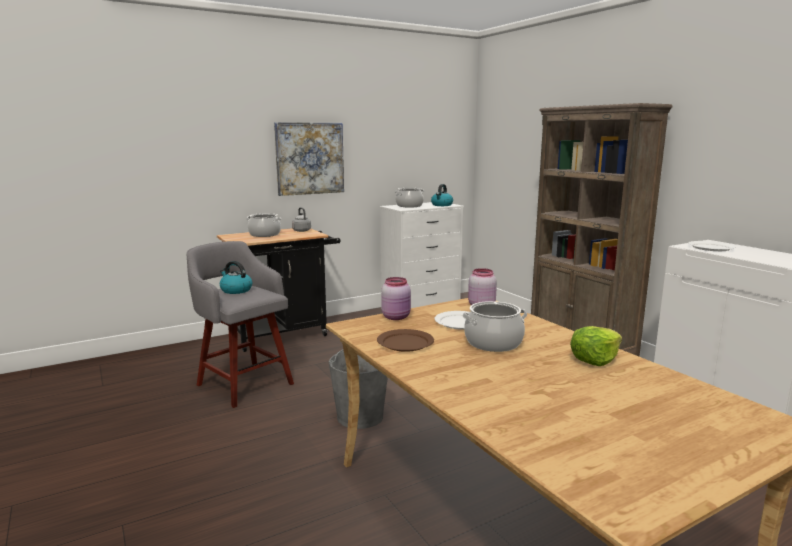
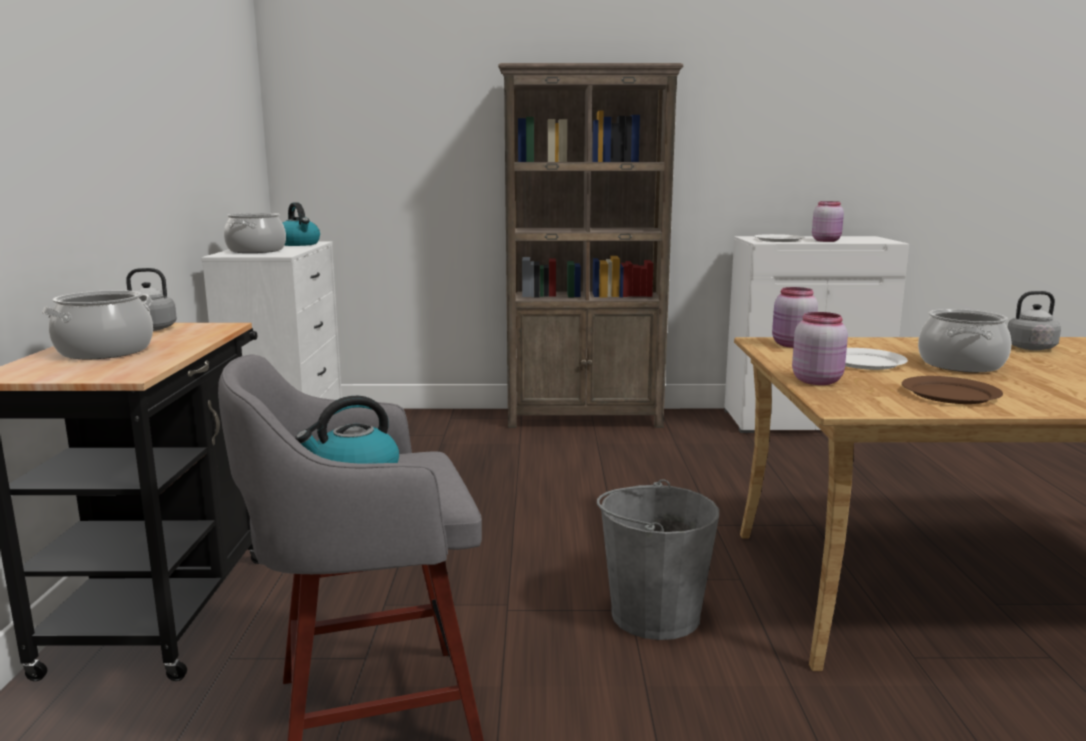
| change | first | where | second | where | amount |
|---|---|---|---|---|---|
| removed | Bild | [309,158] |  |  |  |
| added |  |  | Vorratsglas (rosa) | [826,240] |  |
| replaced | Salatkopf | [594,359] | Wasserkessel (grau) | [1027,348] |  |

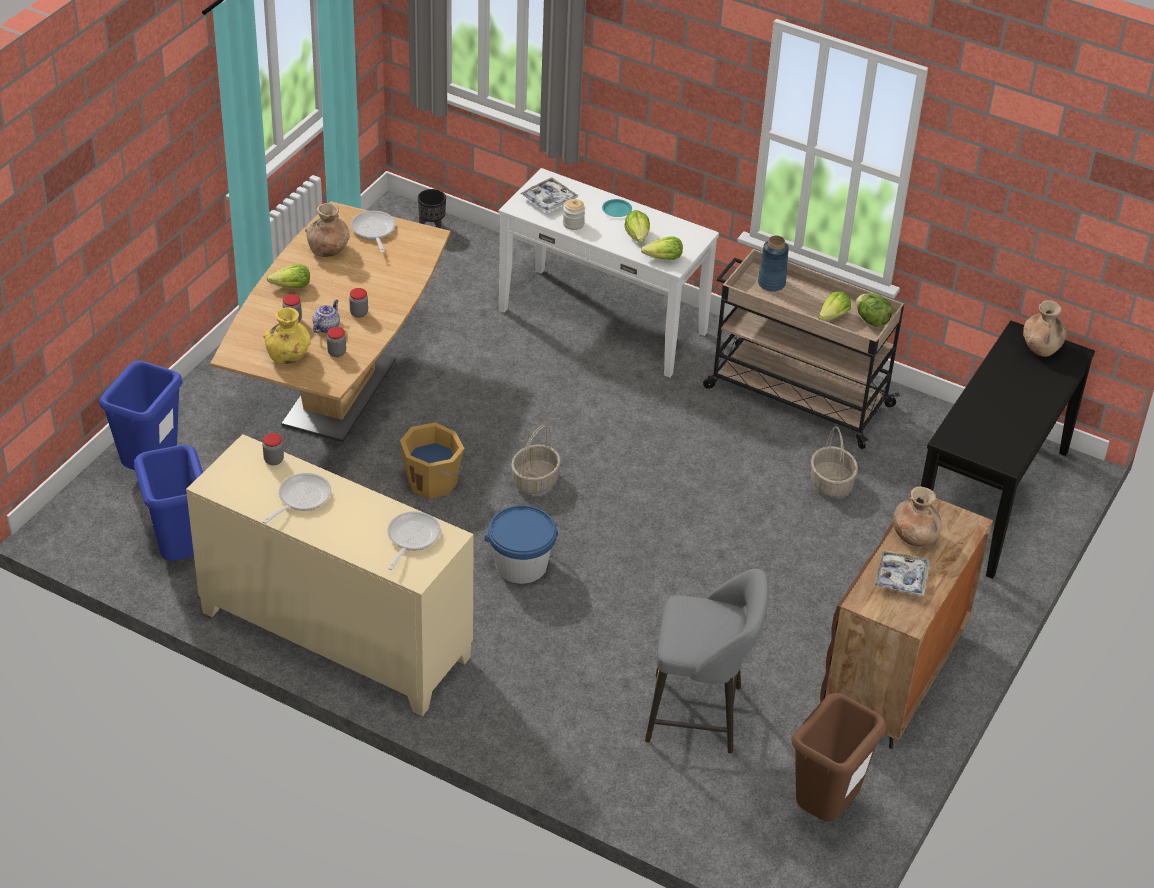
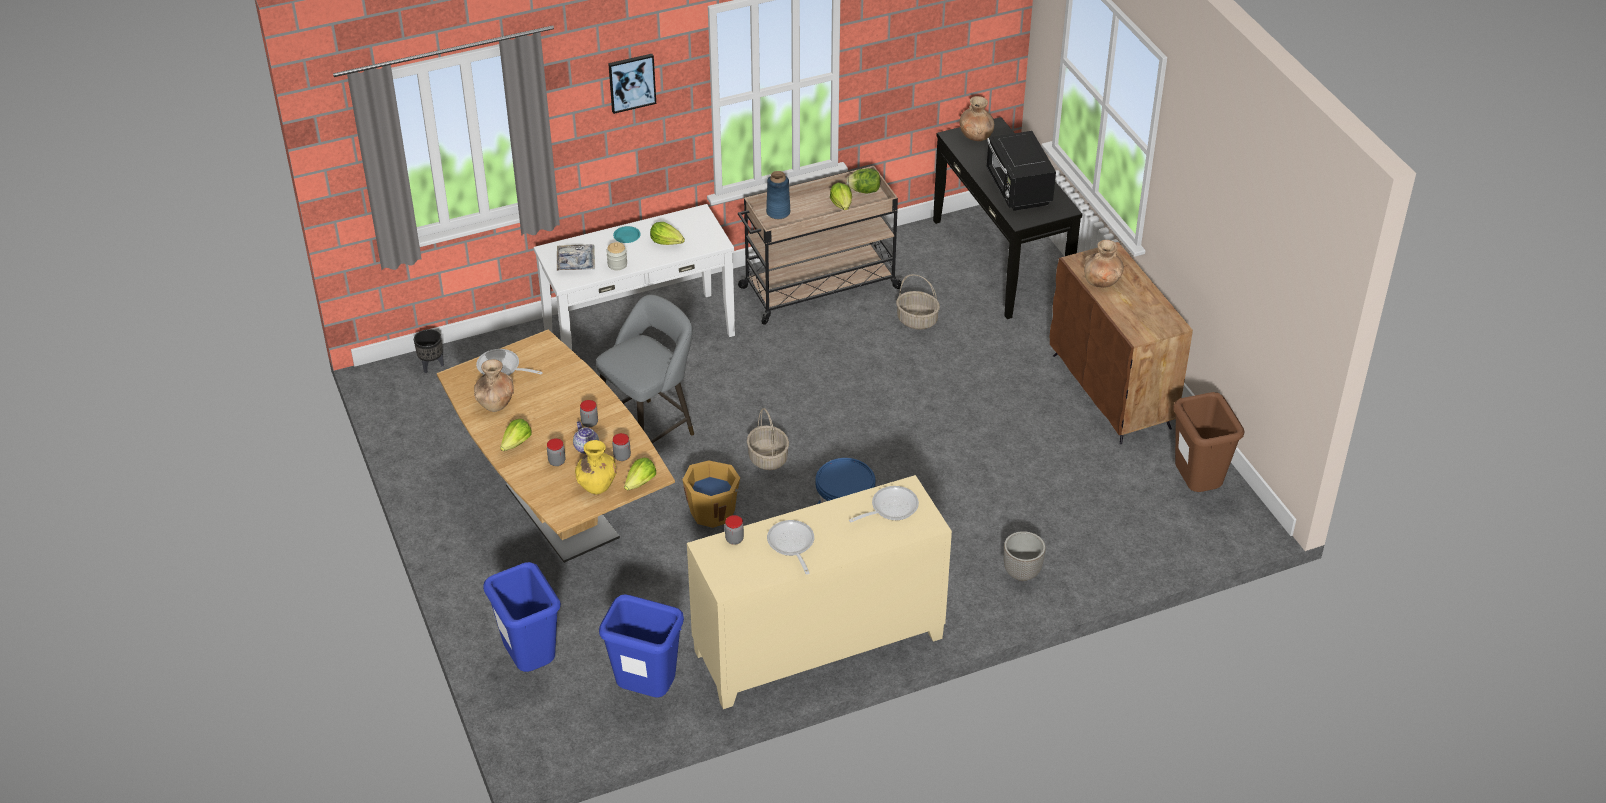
| change | first | where | second | where | amount |
|---|---|---|---|---|---|
| removed | Tablett | [901,578] |  |  |  |
| added |  |  | Bild | [631,82] |  |
| added |  |  | Mikrowelle (schwarz) | [1018,190] |  |
| added |  |  | Pflanzkübel | [1021,573] |  |
| moved | Salatkopf | [663,258] |  | [640,483] |  |
| moved | Hocker (grau) | [700,715] |  | [650,430] |  |
| turned | Pfanne | [411,538] |  | [890,508] | 90 degrees clockwise |

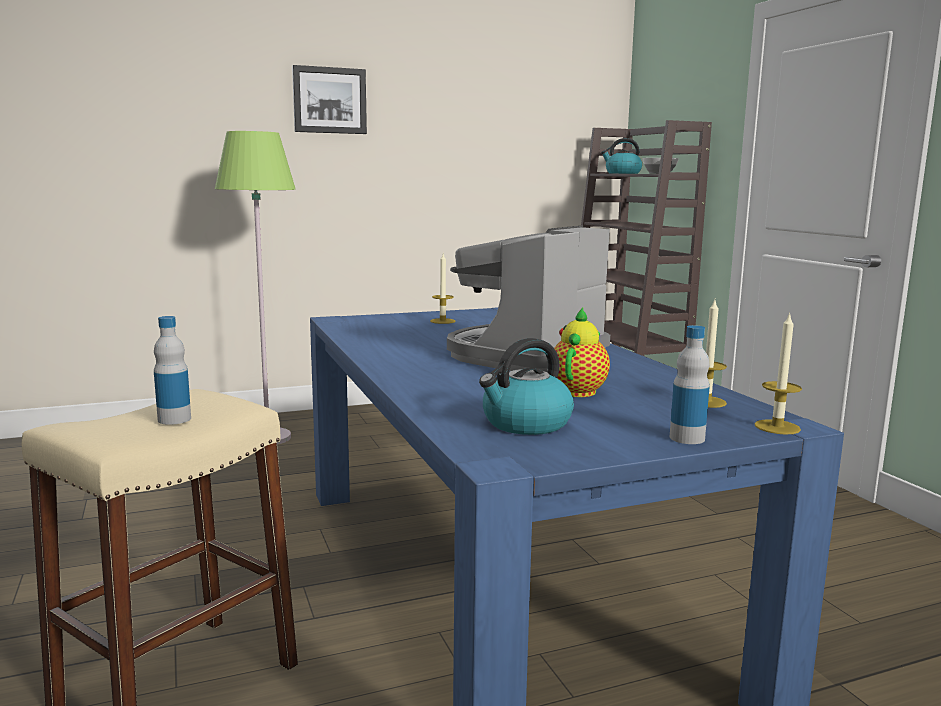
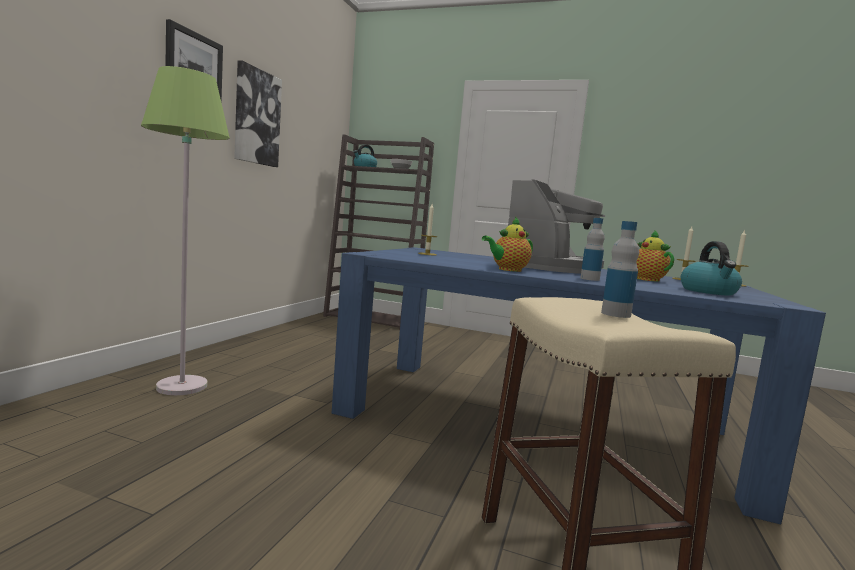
| change | first | where | second | where | amount |
|---|---|---|---|---|---|
| added |  |  | Bild | [256,117] |  |
| added |  |  | Teekanne | [507,270] |  |
| moved | Flasche | [687,438] |  | [589,279] |  |
| turned | Kaffeemaschine | [524,355] |  | [551,267] | 135 degrees counterclockwise |

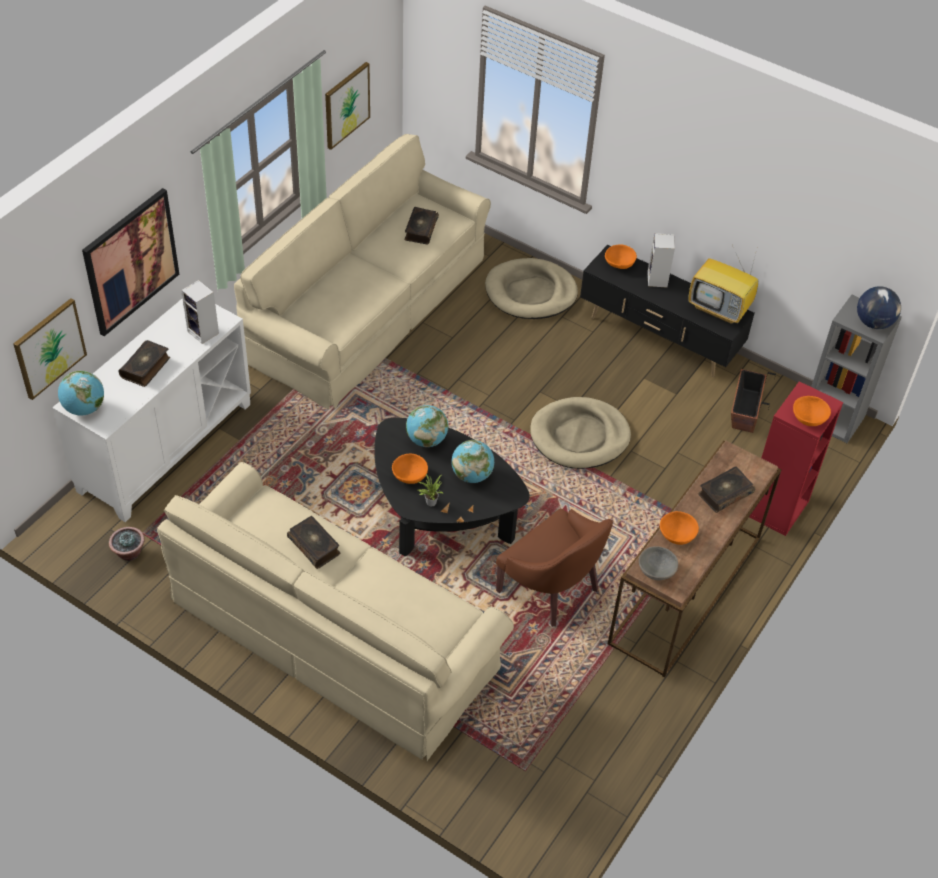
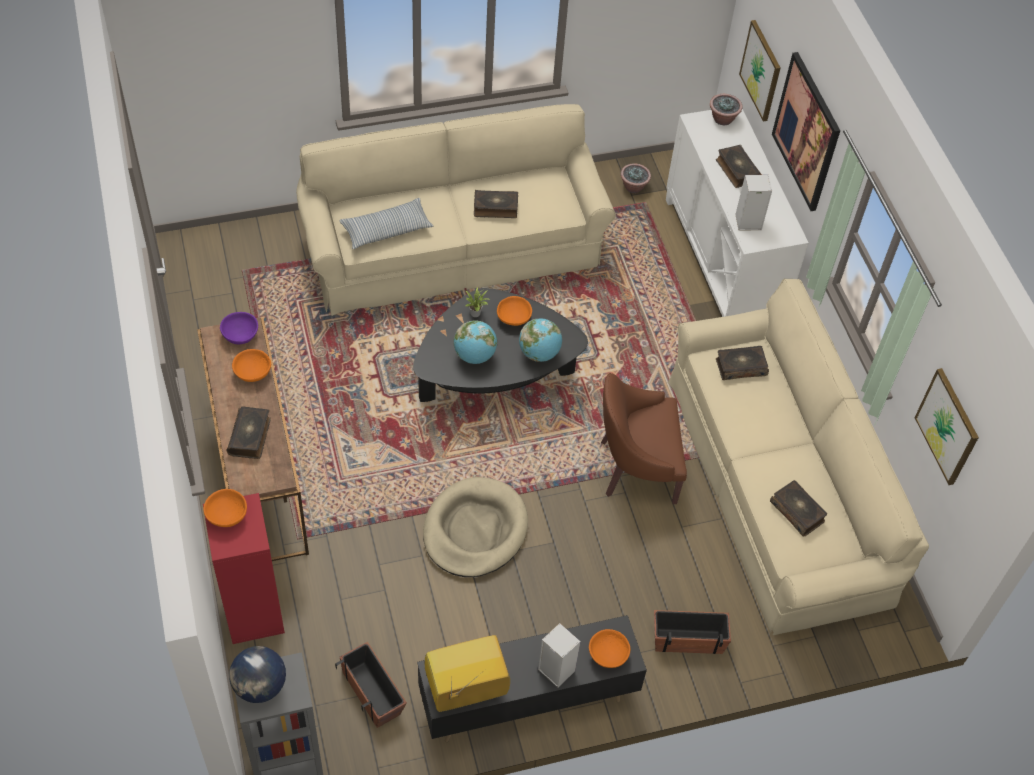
| change | first | where | second | where | amount |
|---|---|---|---|---|---|
| added |  |  | Kissen | [386,230] |  |
| added |  |  | Buch | [740,367] |  |
| moved | Sessel (braun) | [552,588] |  | [636,467] |  |
| replaced | Globus | [84,408] | Topfpflanze | [722,119] |  |
| replaced | Hundebett (beige) | [530,292] | Pflanzkübel | [688,639] |  |
| recoloured | Schüssel (grau) | [657,570] | Schüssel (lila) | [240,335] |  |

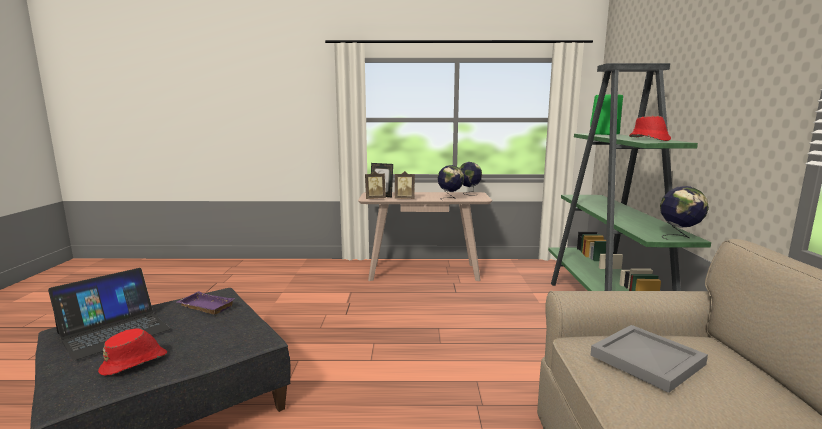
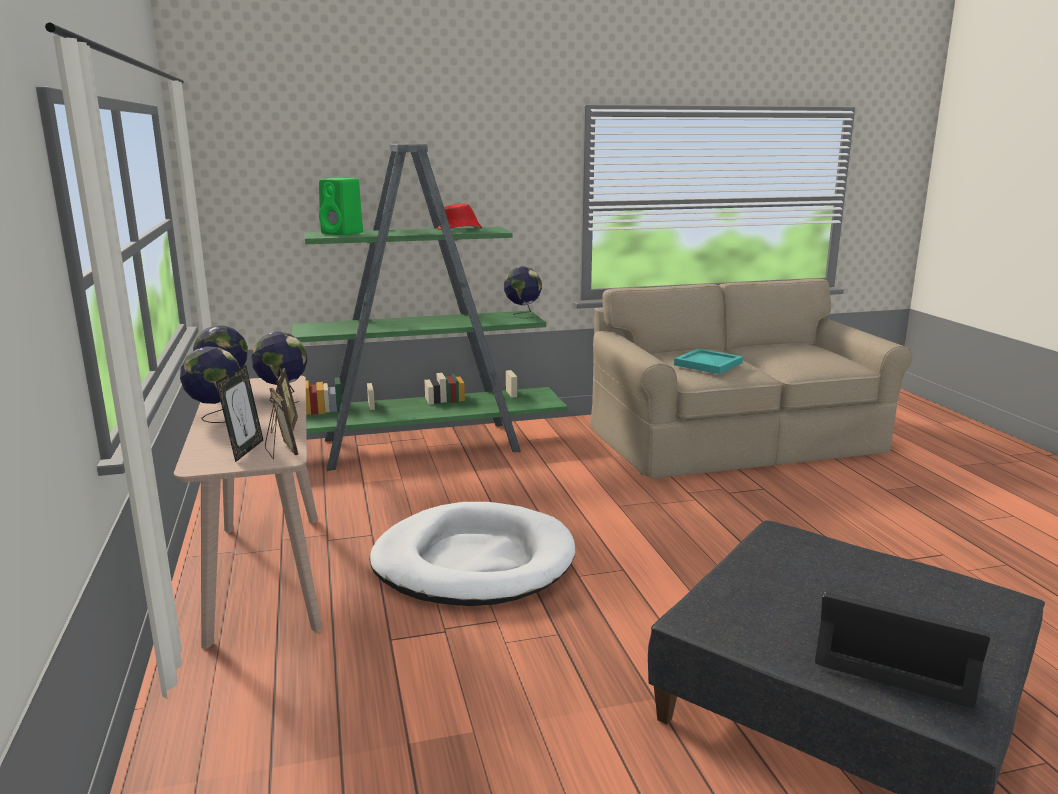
| change | first | where | second | where | amount |
|---|---|---|---|---|---|
| removed | Hut (rot) | [135,363] |  |  |  |
| removed | Tablett (lila) | [204,307] |  |  |  |
| added |  |  | Globus | [216,417] |  |
| added |  |  | Hundebett (weiß) | [473,562] |  |
| recoloured | Tablett (grau) | [646,359] | Tablett (türkis) | [707,364] |  |

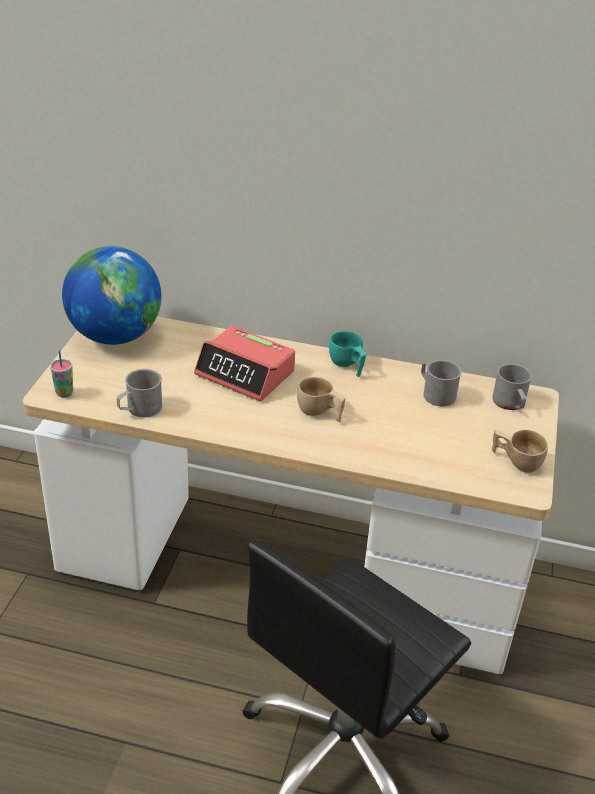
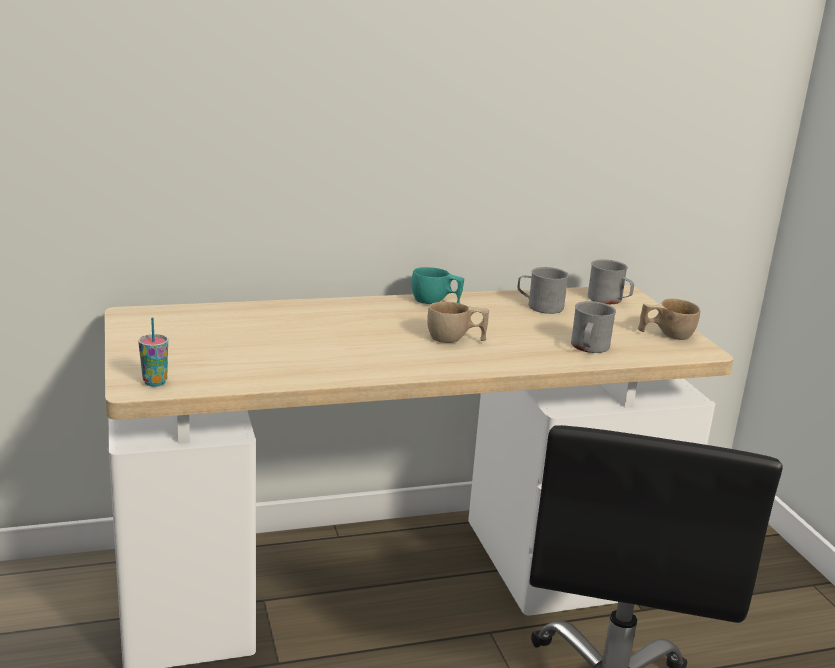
| change | first | where | second | where | amount |
|---|---|---|---|---|---|
| removed | Globus | [115,336] |  |  |  |
| removed | Wecker | [245,373] |  |  |  |
| moved | Henkelbecher (grau) | [139,409] |  | [588,348] |  |

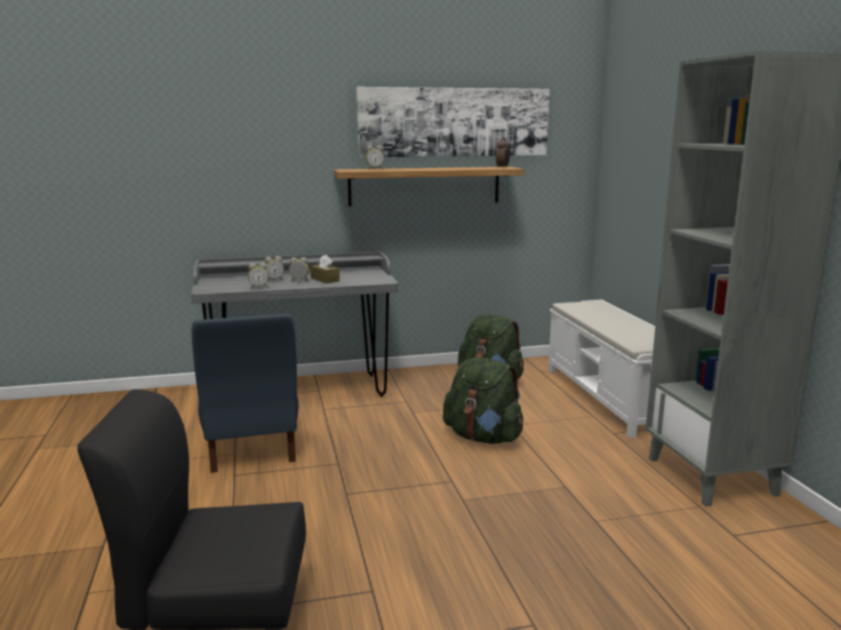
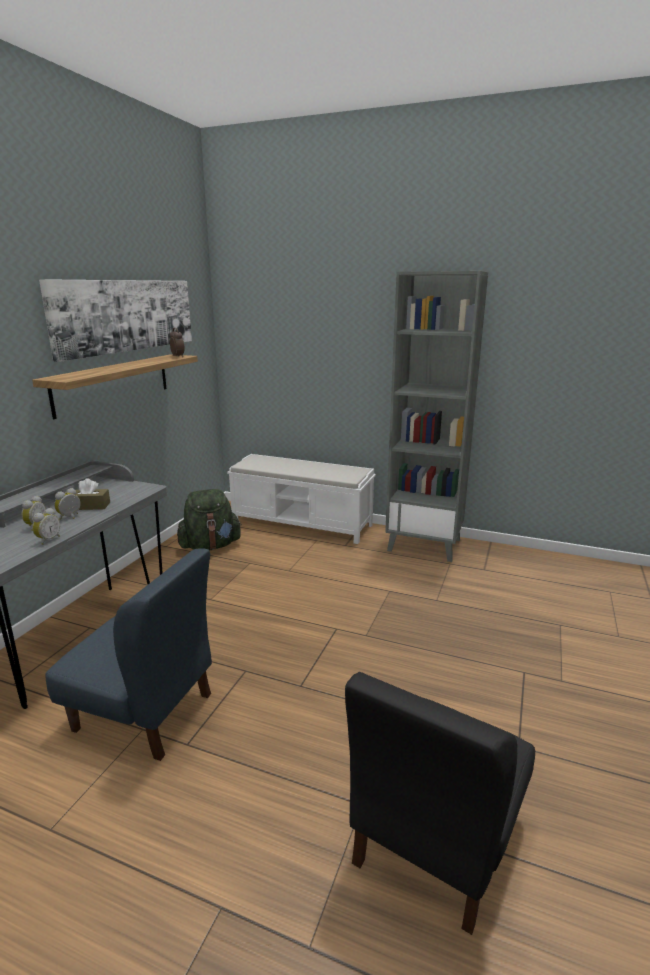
| change | first | where | second | where | amount |
|---|---|---|---|---|---|
| removed | Wecker | [374,169] |  |  |  |
| removed | Rucksack (grün) | [483,437] |  |  |  |

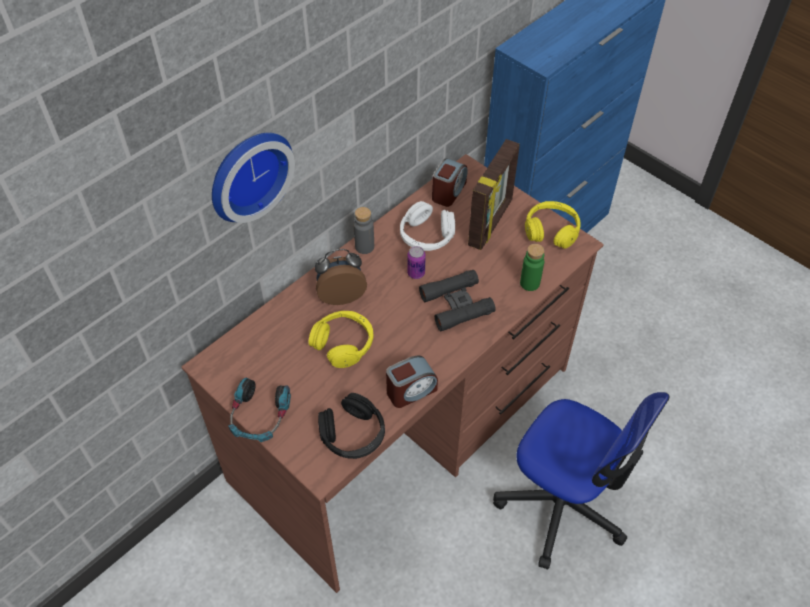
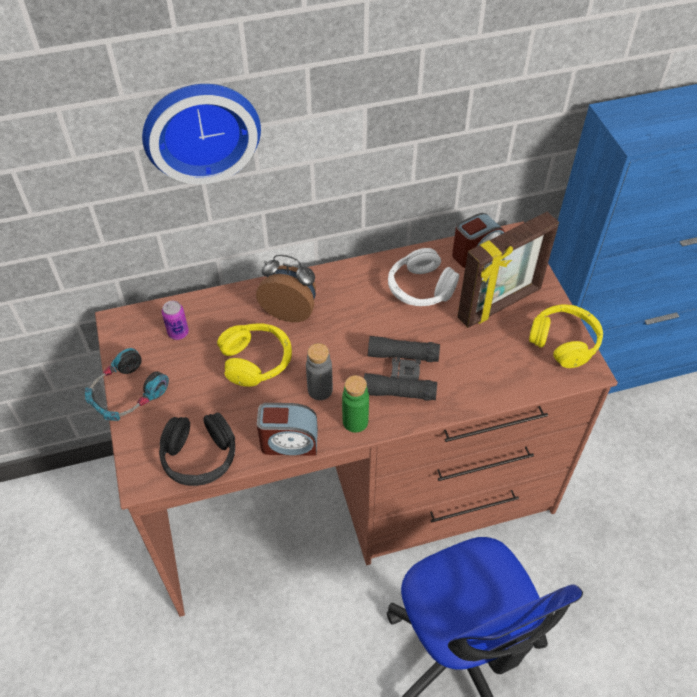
| change | first | where | second | where | amount |
|---|---|---|---|---|---|
| moved | Flasche (grau) | [364,246] |  | [320,390] |  |
| moved | Dose | [416,273] |  | [178,333] |  |
| moved | Flasche (grün) | [529,283] |  | [355,421] |  |

